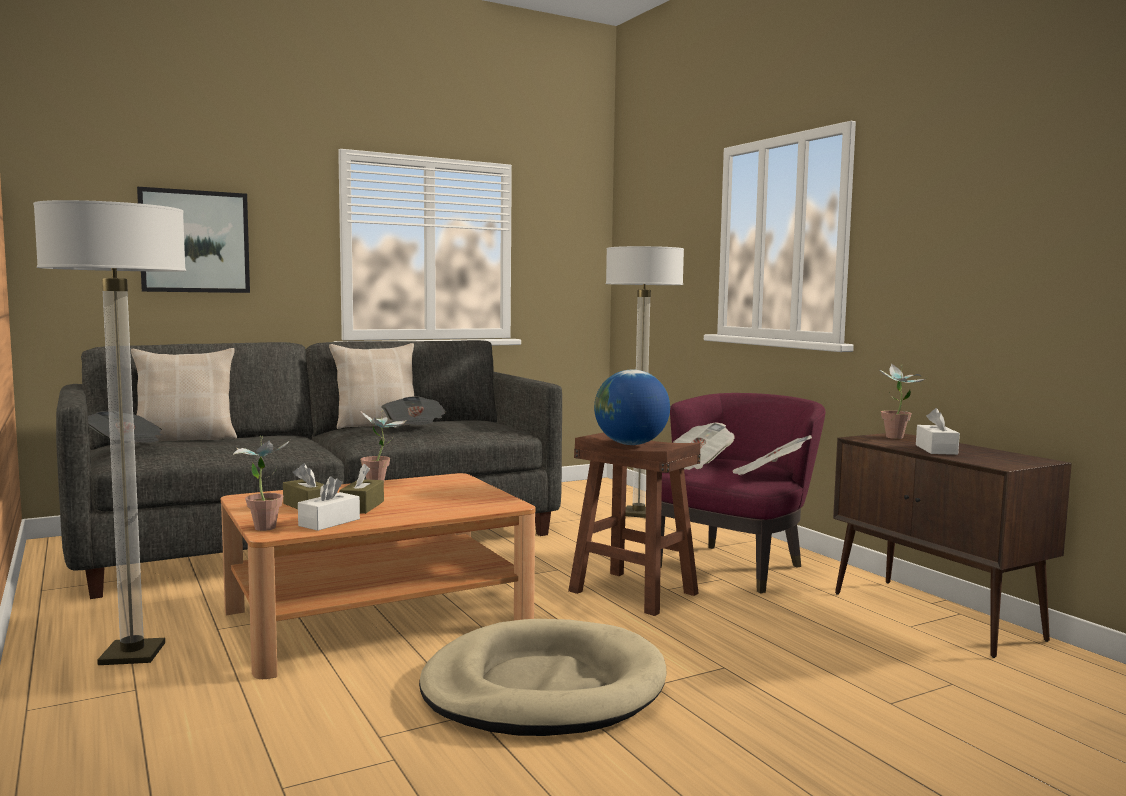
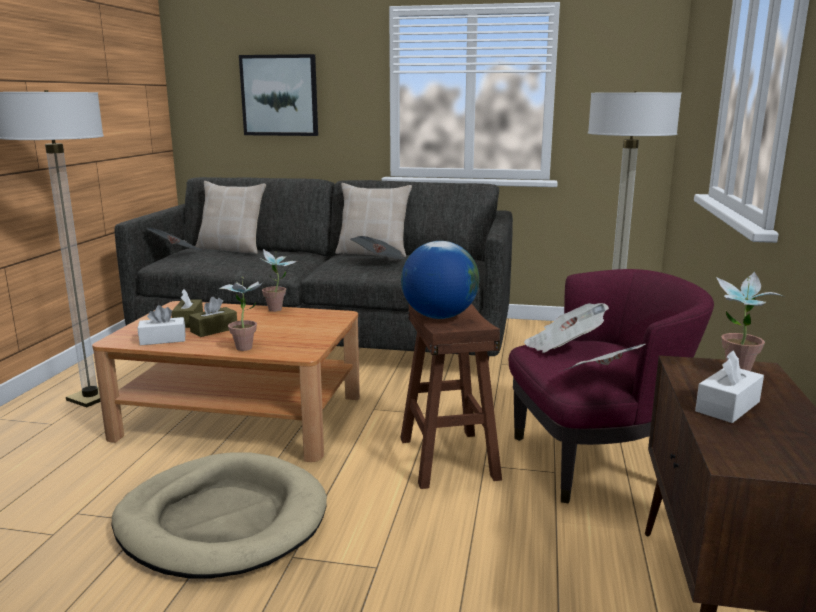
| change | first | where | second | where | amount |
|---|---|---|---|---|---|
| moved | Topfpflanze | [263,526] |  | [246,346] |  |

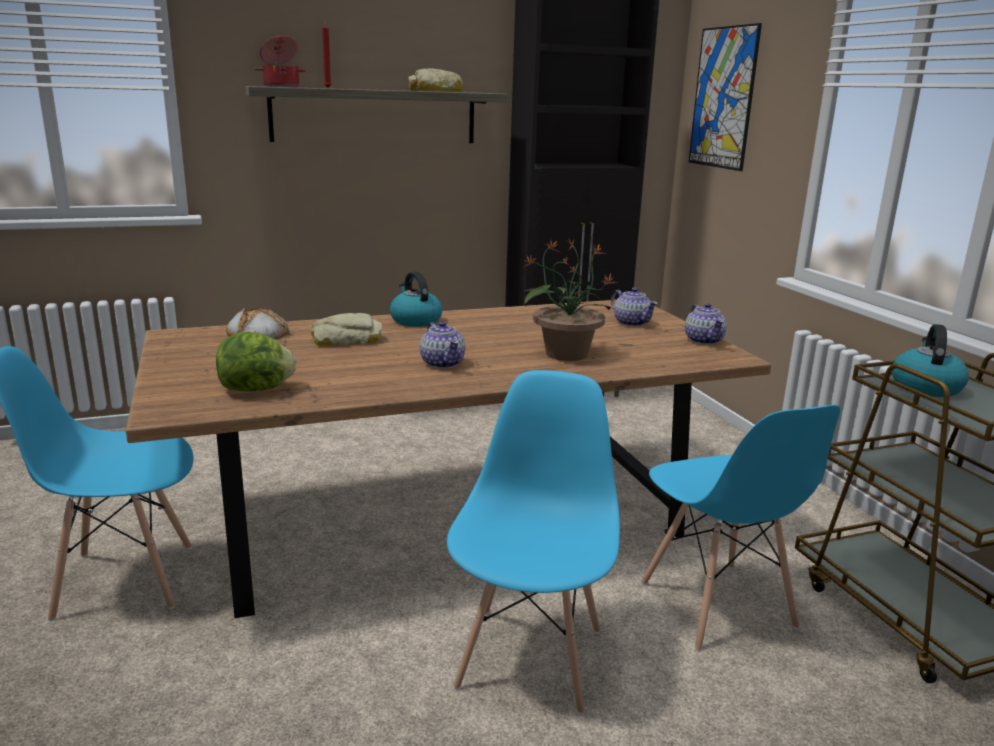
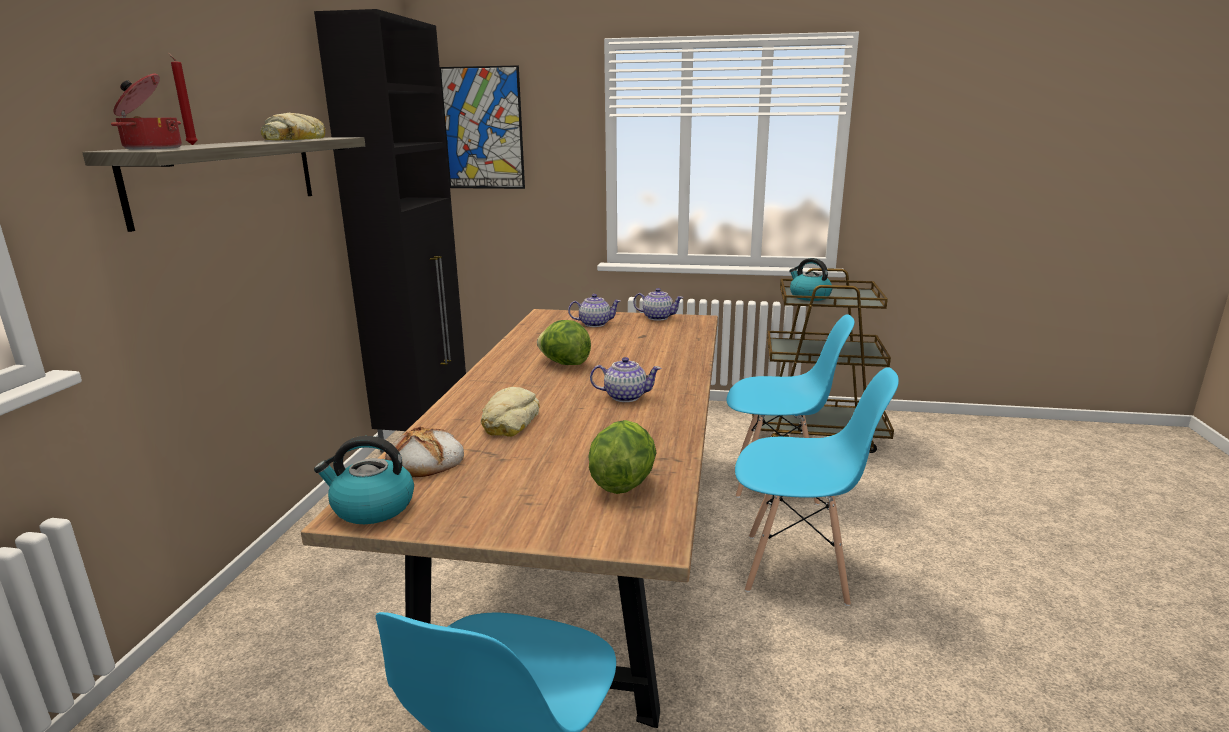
| change | first | where | second | where | amount |
|---|---|---|---|---|---|
| removed | Topfpflanze | [565,353] |  |  |  |
| added |  |  | Salatkopf | [564,363] |  |
| moved | Wasserkessel | [415,320] |  | [372,507] |  |
| turned | Stuhl (blau) | [531,657] |  | [797,569] | 150 degrees clockwise |

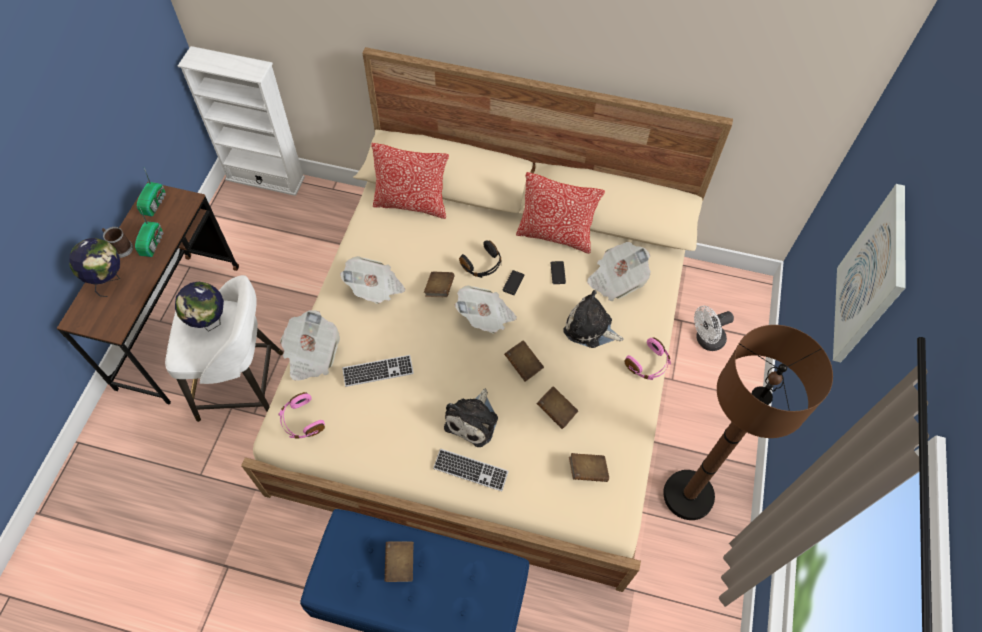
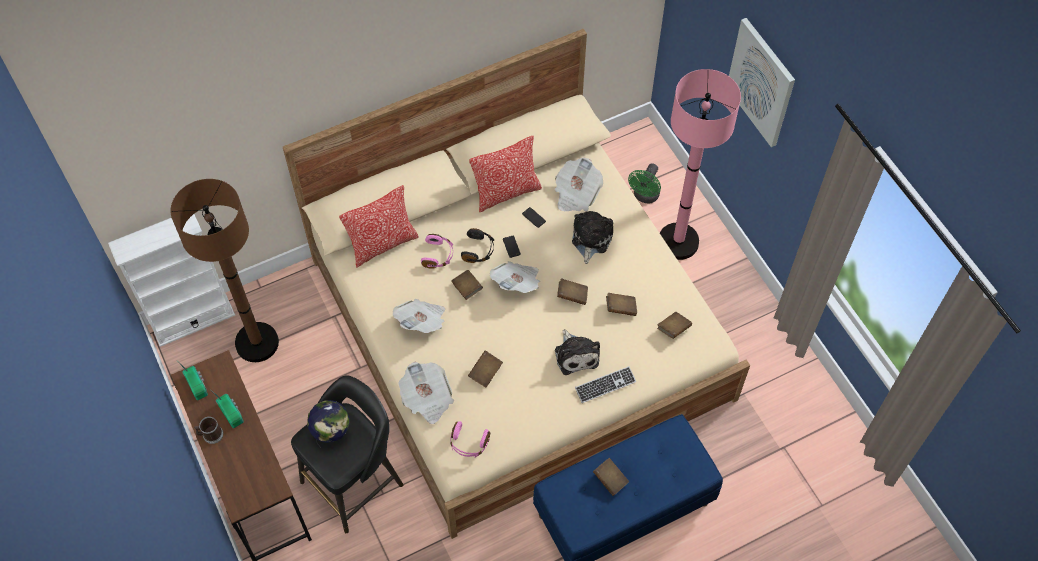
| change | first | where | second | where | amount |
|---|---|---|---|---|---|
| removed | Globus | [109,280] |  |  |  |
| added |  |  | Stehlampe (rosa) | [678,242] |  |
| moved | Kopfhörer (rosa) | [648,364] |  | [438,255] |  |
| moved | Stehlampe (braun) | [688,495] |  | [257,343] |  |
| replaced | Tastatur | [378,371] | Buch (braun) | [485,373] |  |
| recoloured | Hocker (weiß) | [244,386] | Hocker (schwarz) | [354,481] |  |
| recoloured | Ventilator (weiß) | [706,340] | Ventilator (grün) | [645,196] |  |
| turned | Plüschtier | [590,328] |  | [590,239] | 120 degrees clockwise |

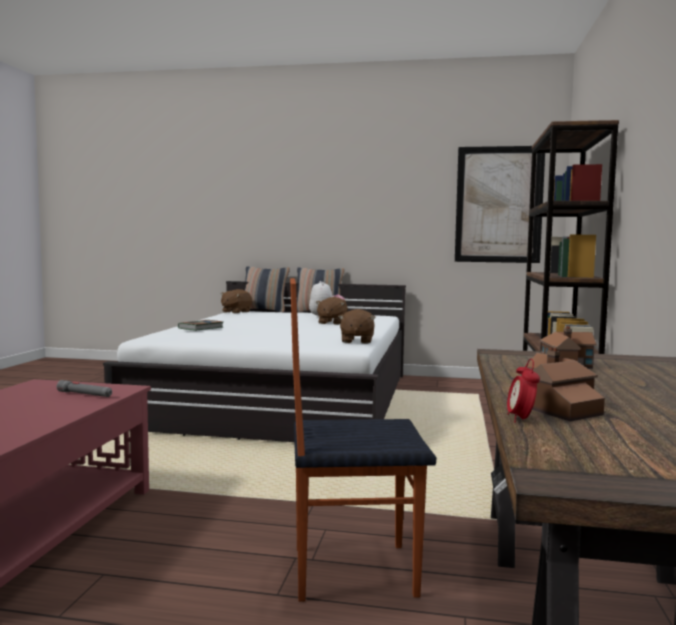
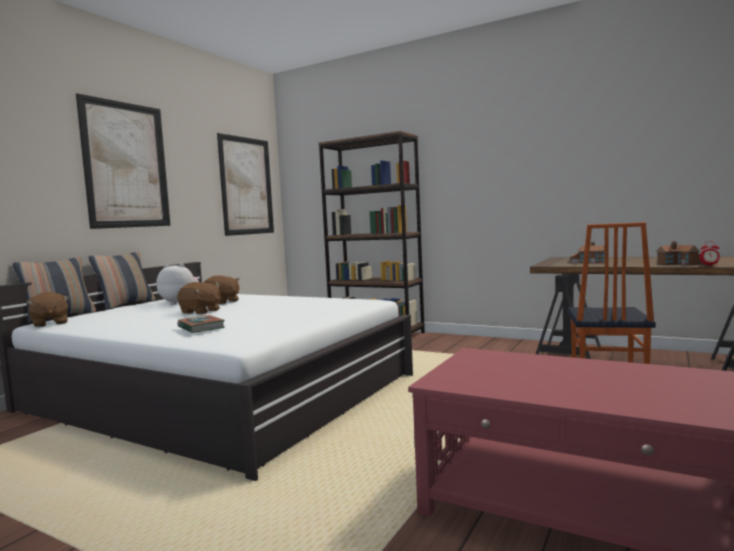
| change | first | where | second | where | amount |
|---|---|---|---|---|---|
| removed | Taschenlampe (grau) | [85,394] |  |  |  |
| added |  |  | Bild | [126,165] |  |
| moved | Plüschtier (braun) | [356,341] |  | [200,312] |  |

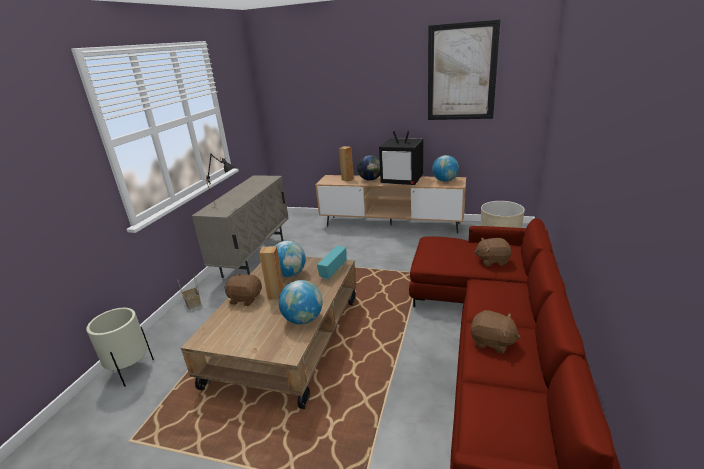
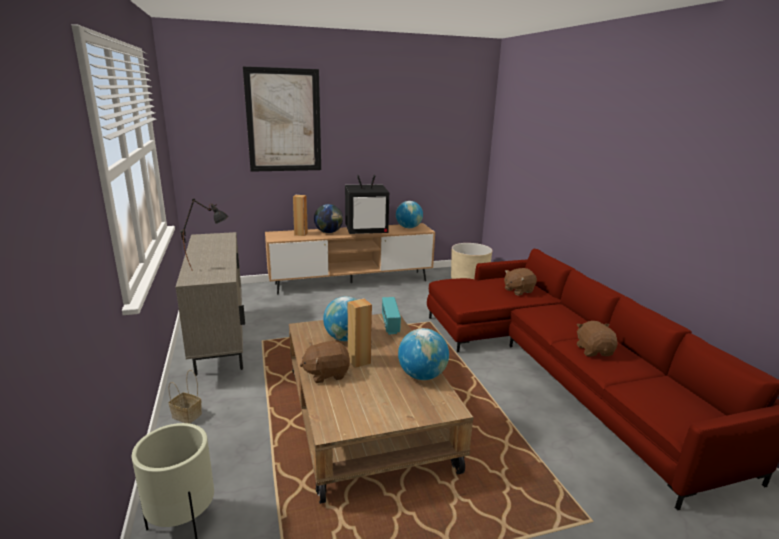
| change | first | where | second | where | amount |
|---|---|---|---|---|---|
| moved | Bild | [461,73] |  | [284,121] |  |
| turned | Plüschtier (braun) | [492,342] |  | [594,351] | 90 degrees counterclockwise |

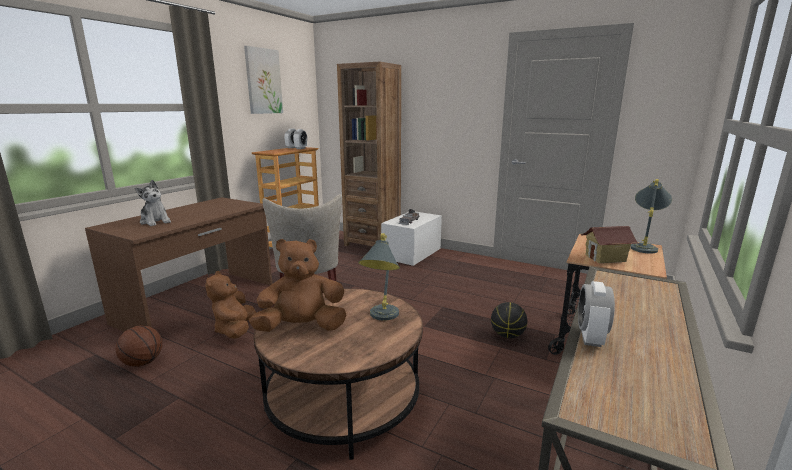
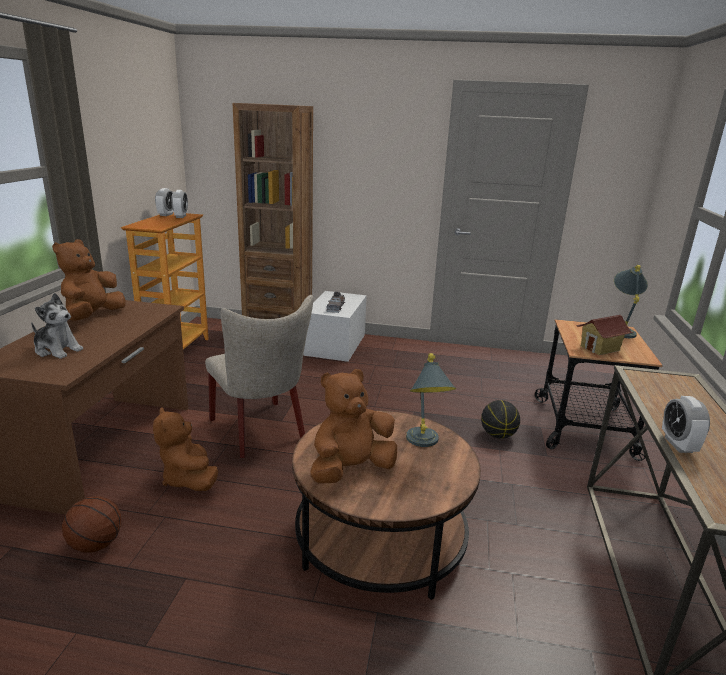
| change | first | where | second | where | amount |
|---|---|---|---|---|---|
| removed | Bild | [263,81] |  |  |  |
| added |  |  | Plüschtier (braun) | [93,316] |  |

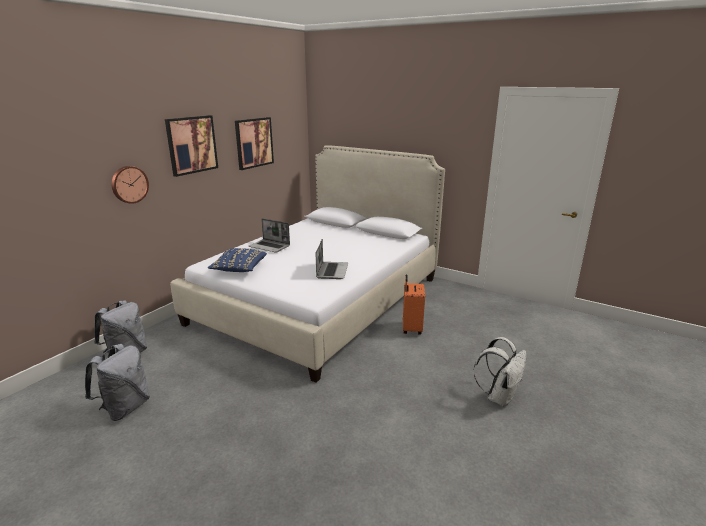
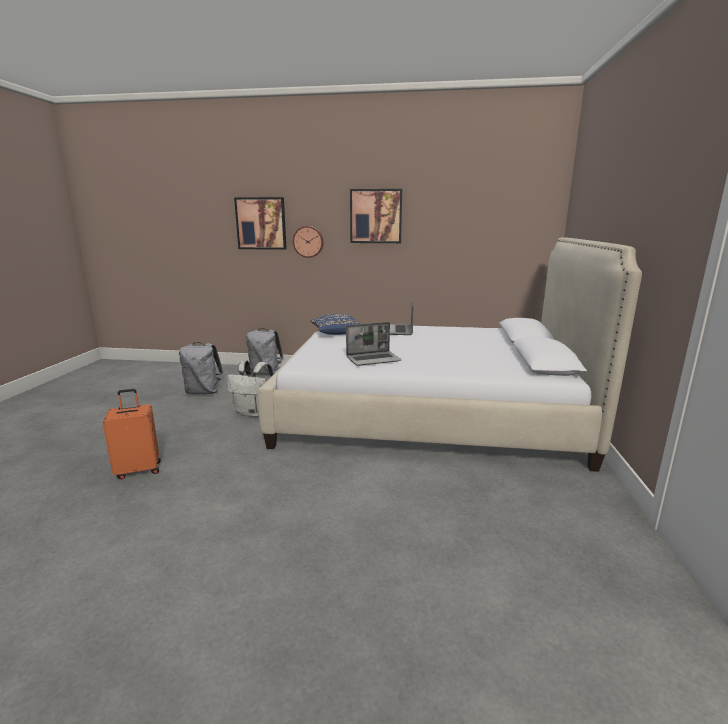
| change | first | where | second | where | amount |
|---|---|---|---|---|---|
| moved | Bild | [254,143] |  | [261,223] |  |
| moved | Koffer (orange) | [411,328] |  | [139,470] |  |
| moved | Rucksack (weiß) | [499,396] |  | [253,413] |  |

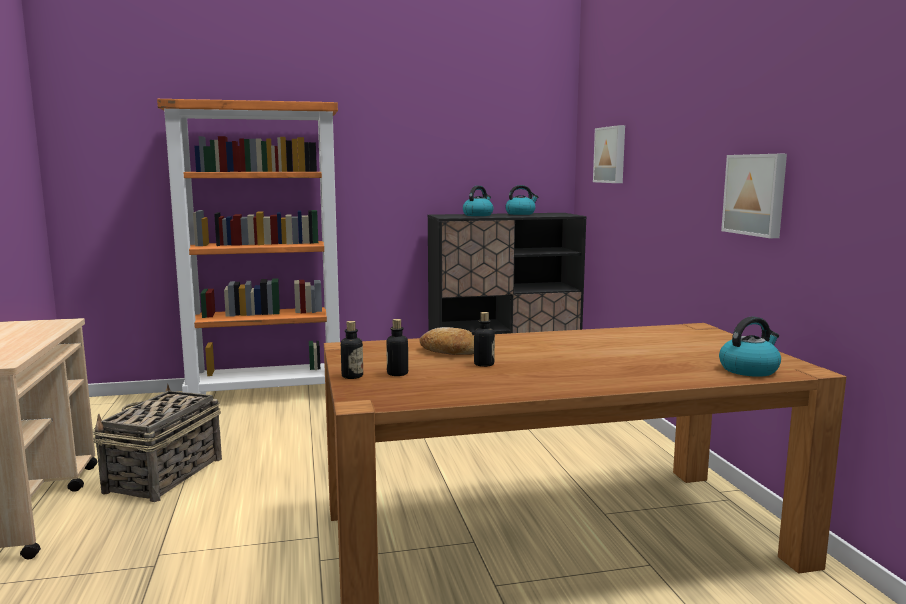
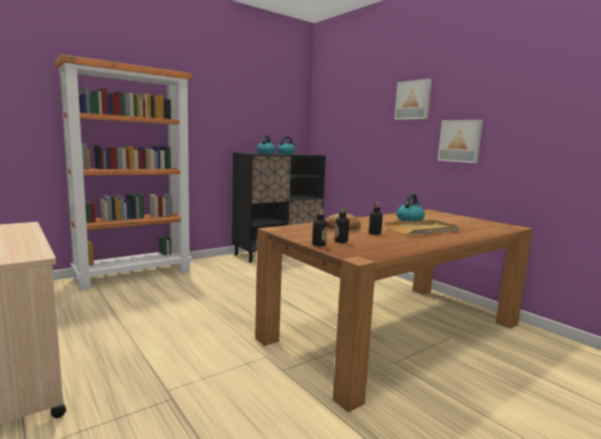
| change | first | where | second | where | amount |
|---|---|---|---|---|---|
| removed | Korb | [163,476] |  |  |  |
| added |  |  | Tablett (beige) | [422,230] |  |
| moved | Bild | [611,155] |  | [413,100] |  |
| moved | Wasserkessel | [749,370] |  | [409,219] |  |

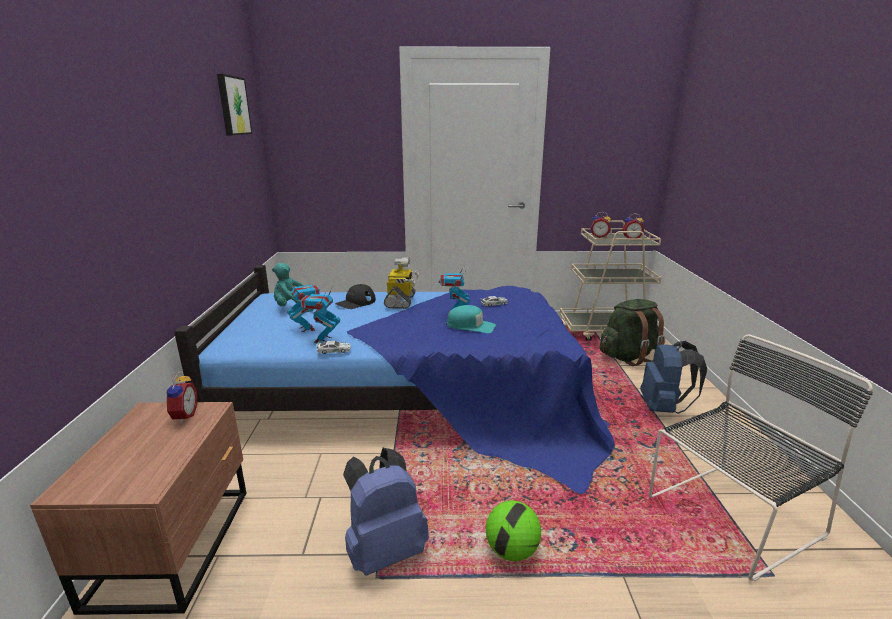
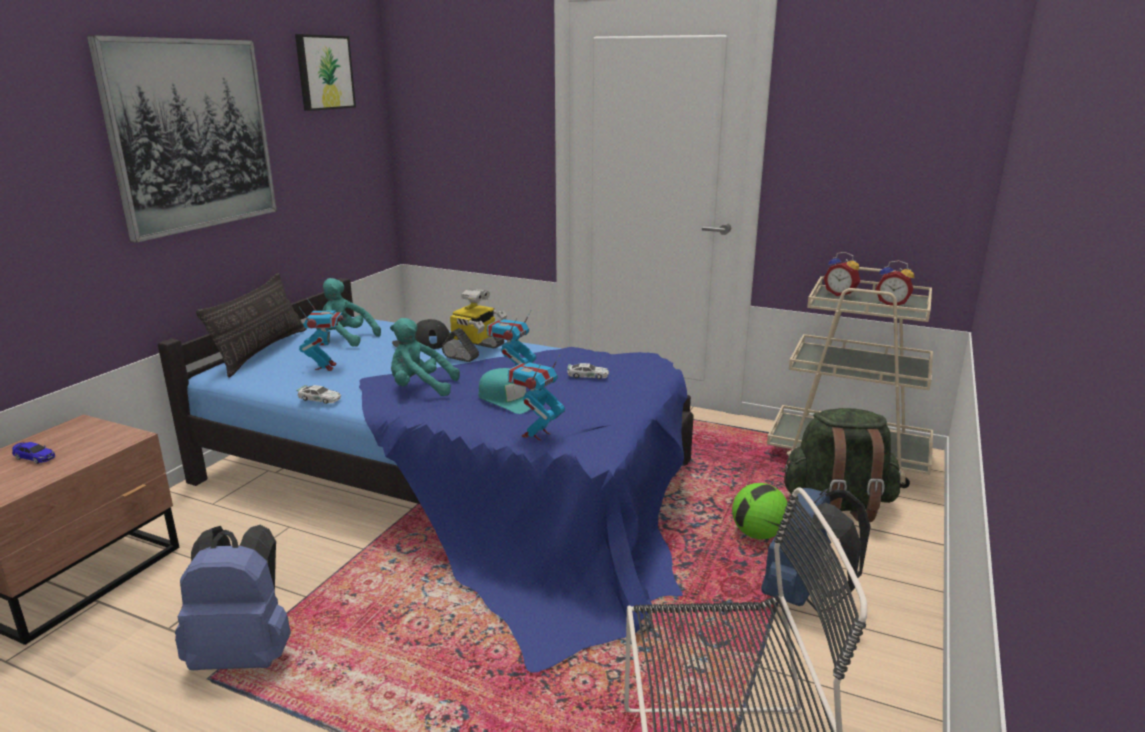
| change | first | where | second | where | amount |
|---|---|---|---|---|---|
| removed | Wecker | [183,416] |  |  |  |
| added |  |  | Spielzeugauto | [35,458] |  |
| added |  |  | Bild | [191,135] |  |
| added |  |  | Kissen | [262,351] |  |
| added |  |  | Plüschtier (türkis) | [420,388] |  |
| moved | Spielzeugroboter | [323,339] |  | [536,434] |  |
| moved | Fußball | [511,551] |  | [757,534] |  |

